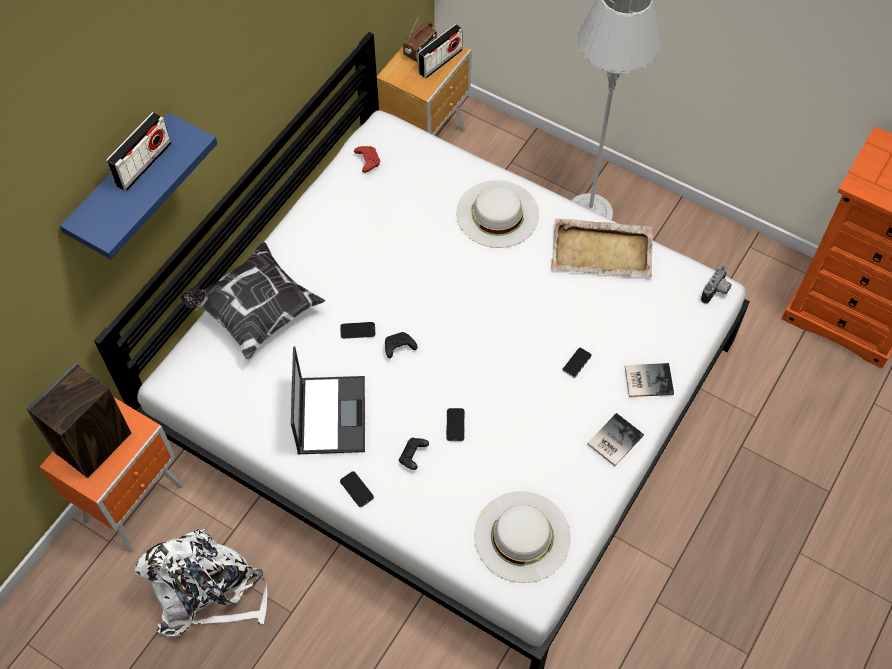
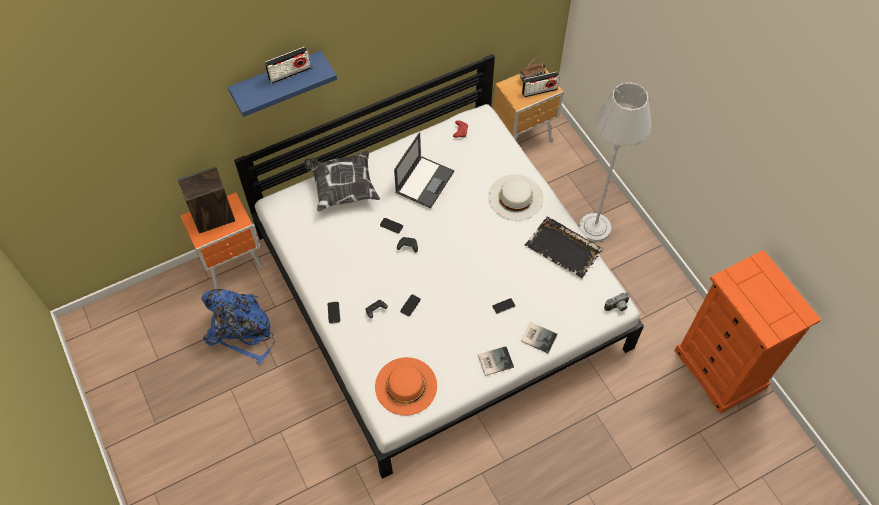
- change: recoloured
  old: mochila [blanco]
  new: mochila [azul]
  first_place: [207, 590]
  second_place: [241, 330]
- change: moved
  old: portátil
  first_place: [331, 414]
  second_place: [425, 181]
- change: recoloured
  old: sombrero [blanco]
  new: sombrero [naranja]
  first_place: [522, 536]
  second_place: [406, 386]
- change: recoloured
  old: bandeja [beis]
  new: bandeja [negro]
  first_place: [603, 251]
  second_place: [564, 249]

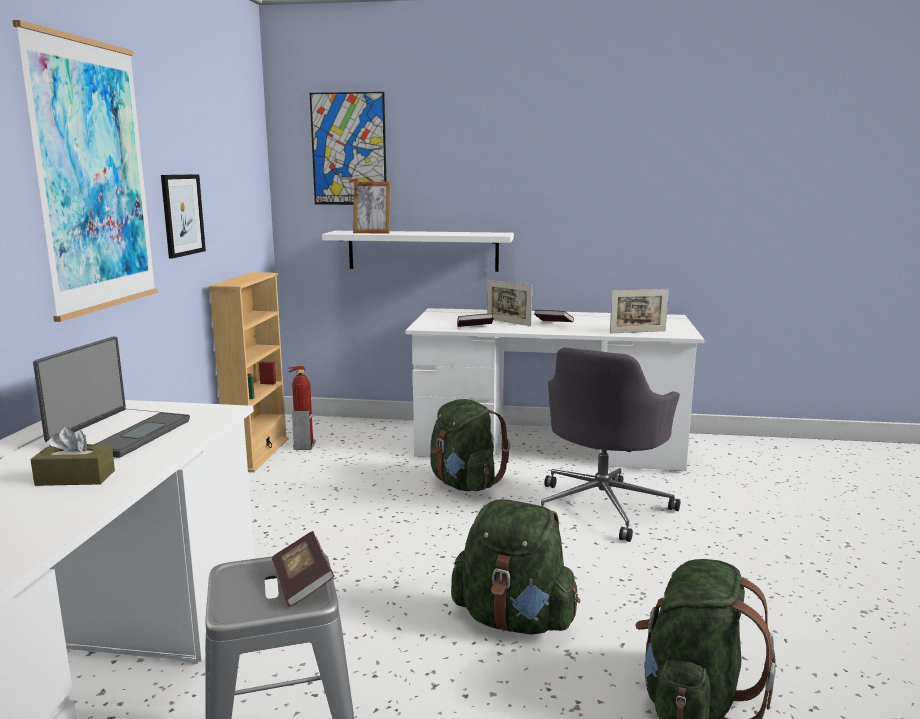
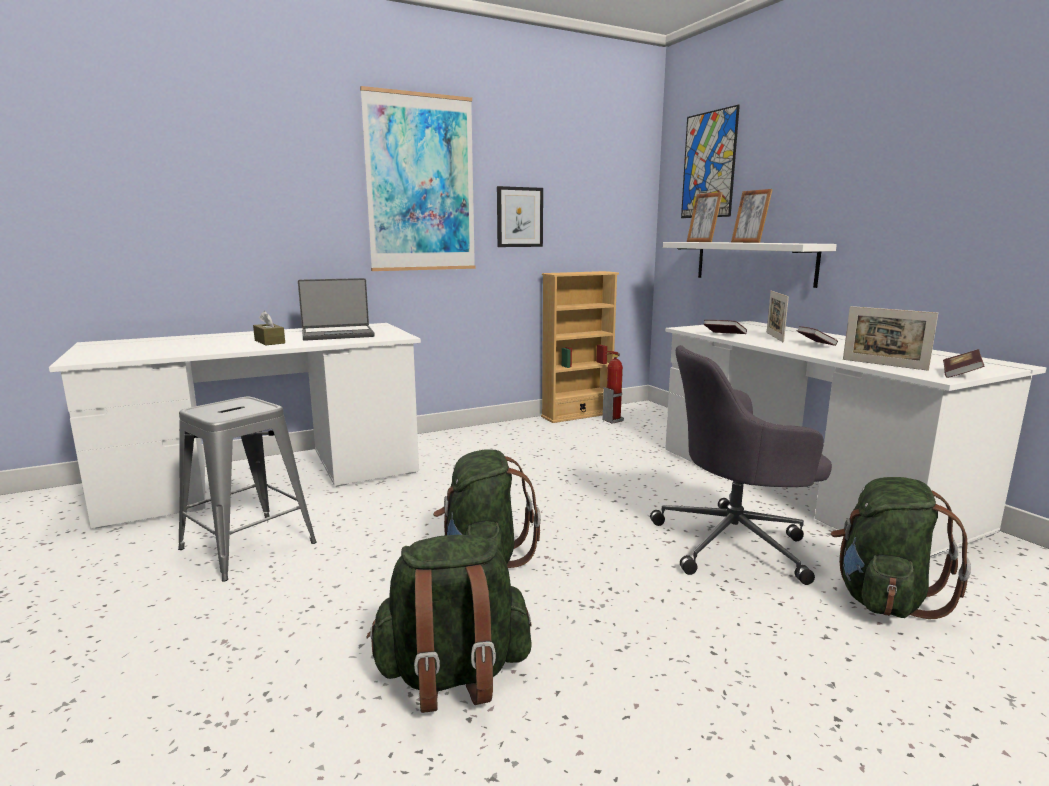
- change: moved
  old: libro
  first_place: [302, 583]
  second_place: [960, 374]
- change: moved
  old: mochila [verde]
  first_place: [464, 484]
  second_place: [882, 598]
- change: added
  new: portarretratos
  second_place: [748, 242]

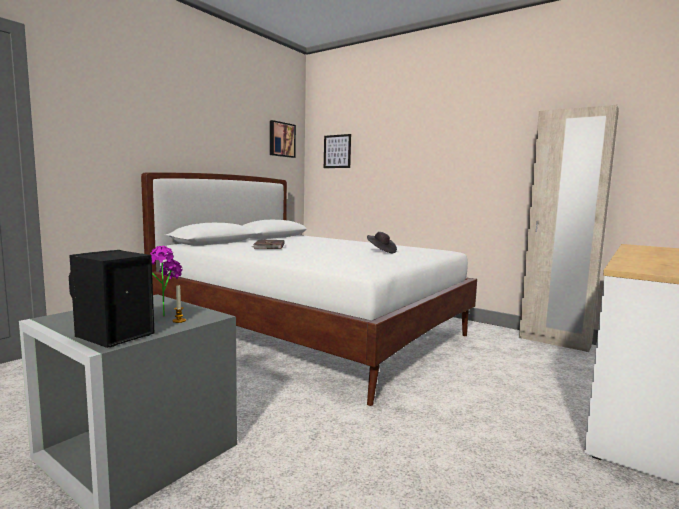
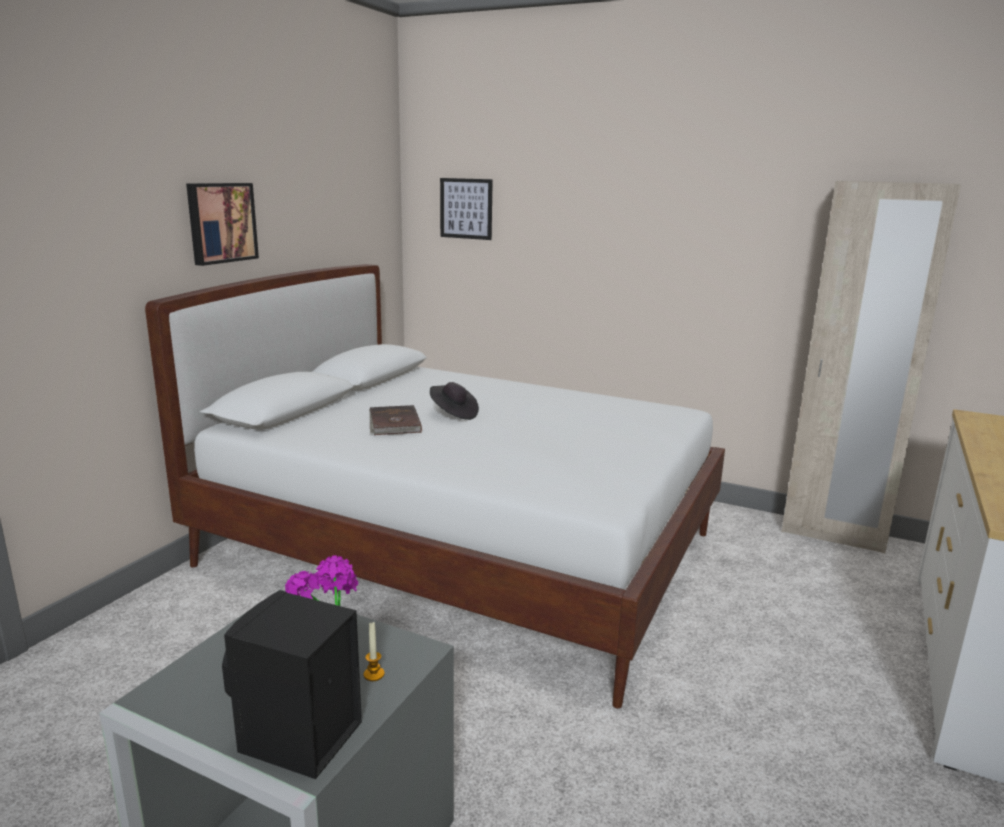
- change: moved
  old: cuadro
  first_place: [281, 139]
  second_place: [221, 222]
- change: moved
  old: sombrero [negro]
  first_place: [381, 251]
  second_place: [453, 414]

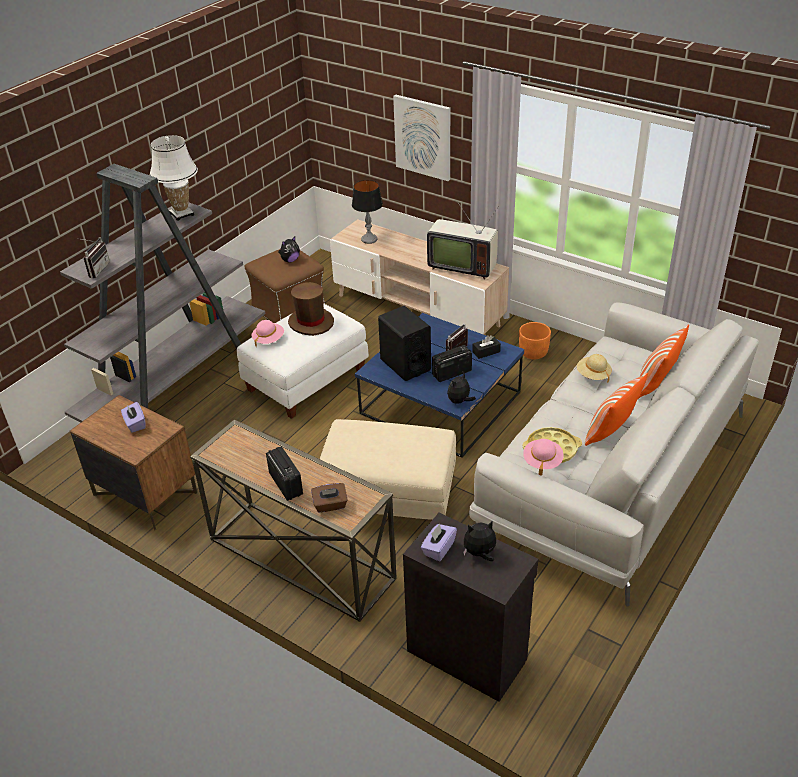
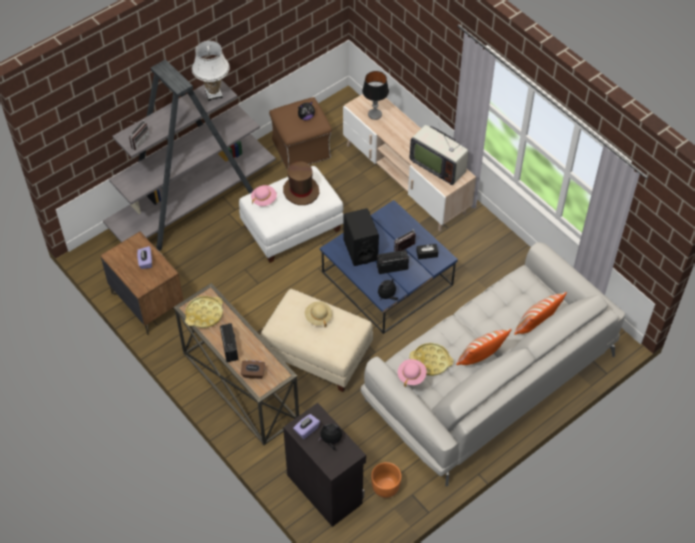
- change: removed
  old: cuadro
  first_place: [423, 137]
- change: moved
  old: maceta [naranja]
  first_place: [533, 353]
  second_place: [385, 487]
- change: moved
  old: sombrero [beis]
  first_place: [593, 375]
  second_place: [318, 317]
- change: added
  new: bandeja [amarillo]
  second_place: [204, 314]

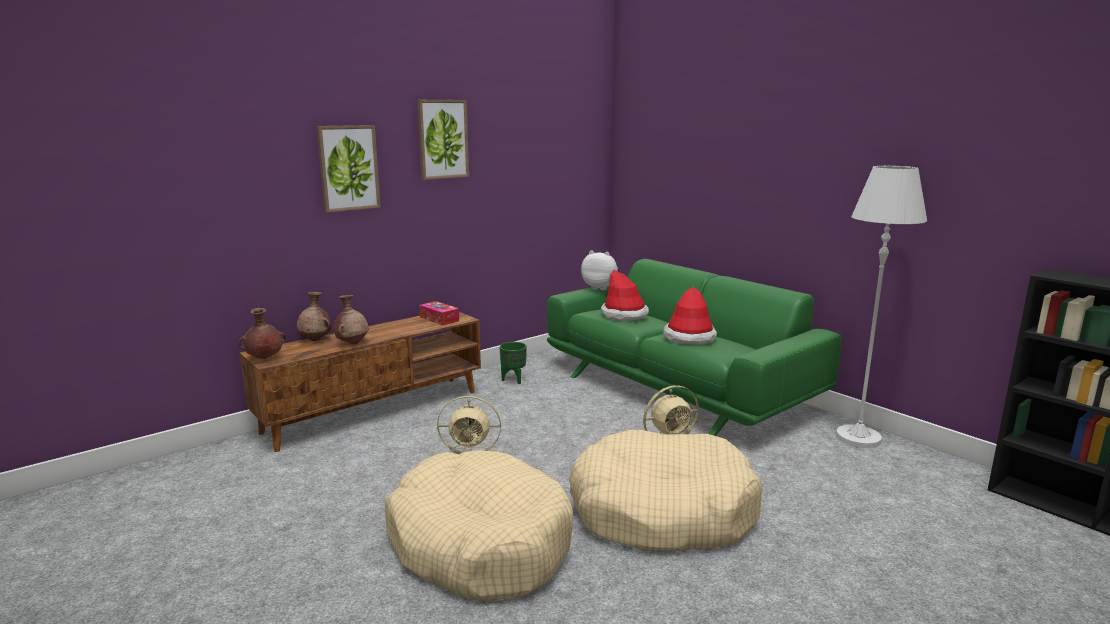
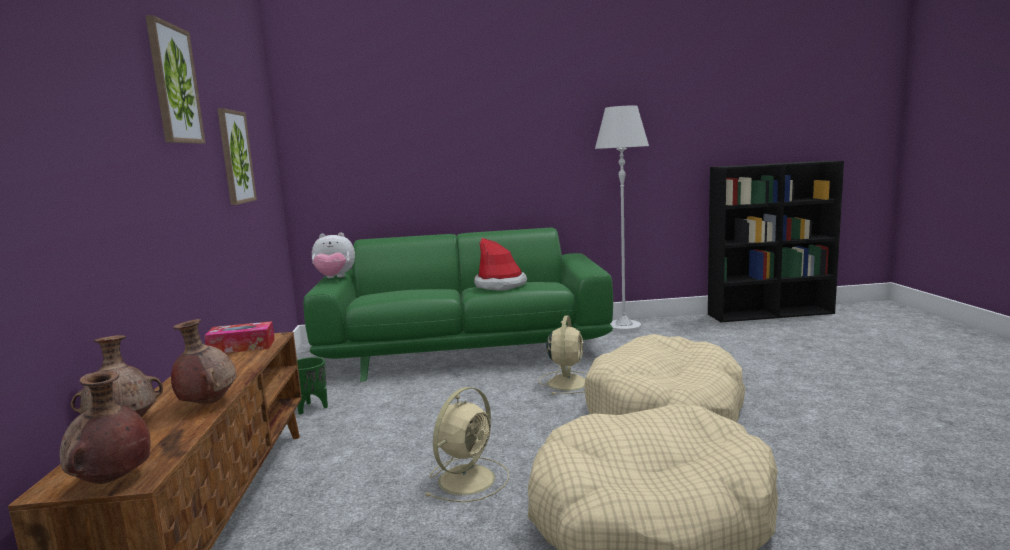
- change: moved
  old: cuadro
  first_place: [348, 168]
  second_place: [235, 157]
- change: turned
  old: peluche
  first_place: [600, 288]
  second_place: [334, 278]
  degrees: -150
- change: removed
  old: sombrero
  first_place: [624, 315]

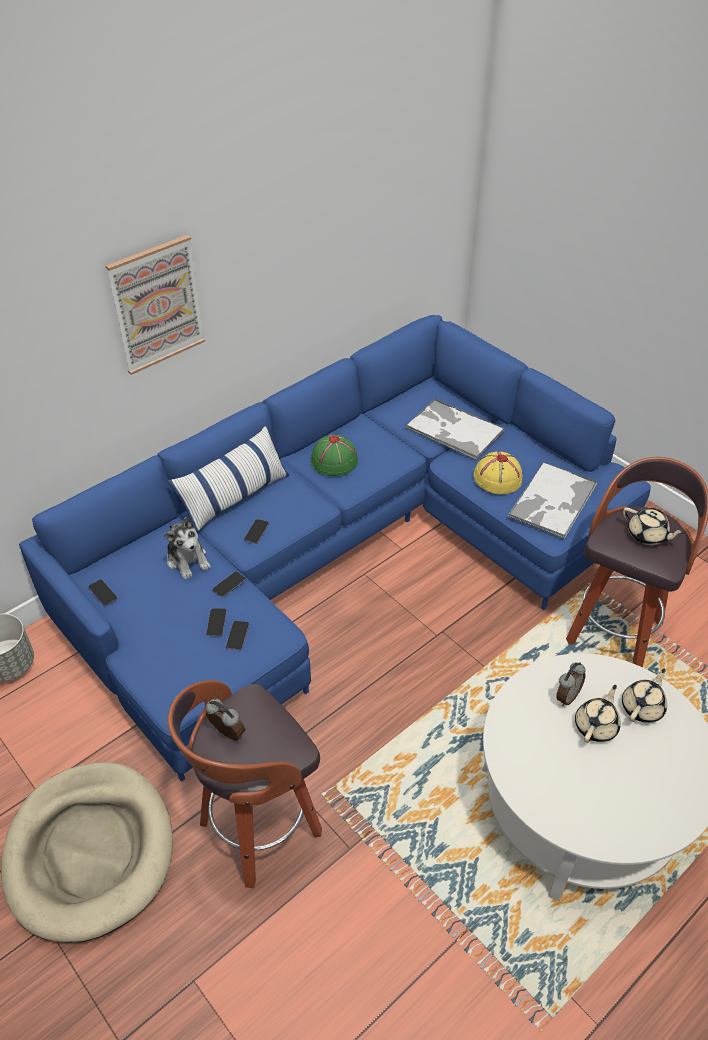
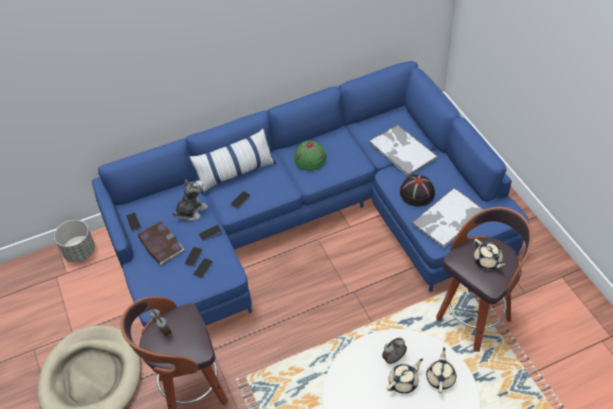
- change: removed
  old: cuadro
  first_place: [156, 304]
- change: turned
  old: peluche
  first_place: [188, 560]
  second_place: [191, 210]
  degrees: -120
- change: recoloured
  old: sombrero [amarillo]
  new: sombrero [negro]
  first_place: [497, 478]
  second_place: [416, 193]
- change: turned
  old: tetera [beis]
  first_place: [642, 707]
  second_place: [440, 377]
  degrees: -45
- change: added
  new: libro
  second_place: [160, 244]

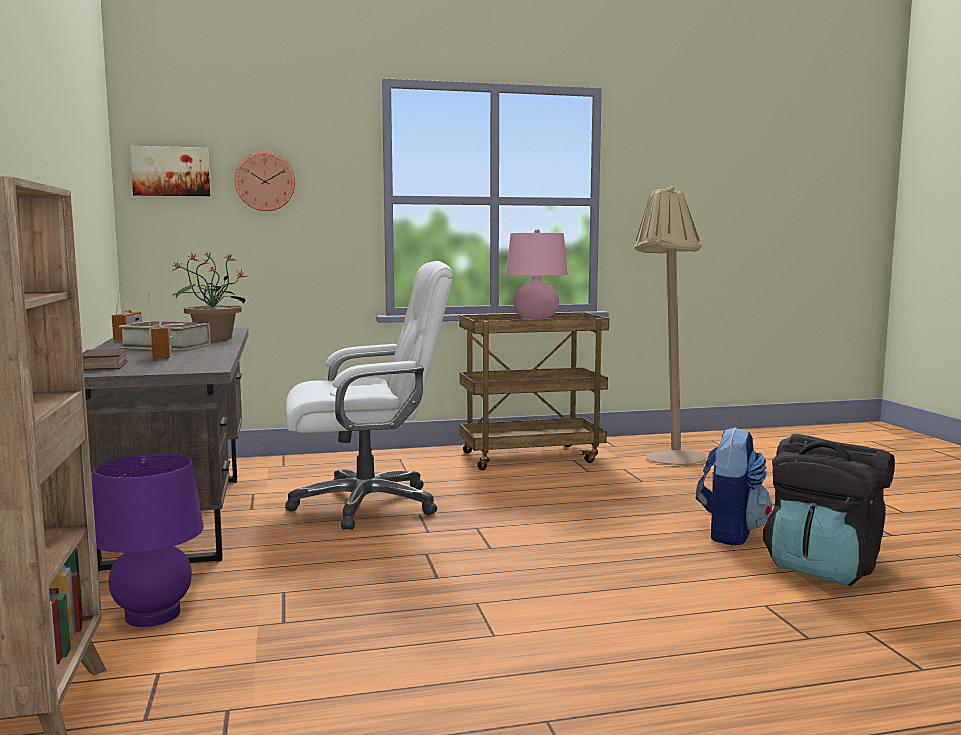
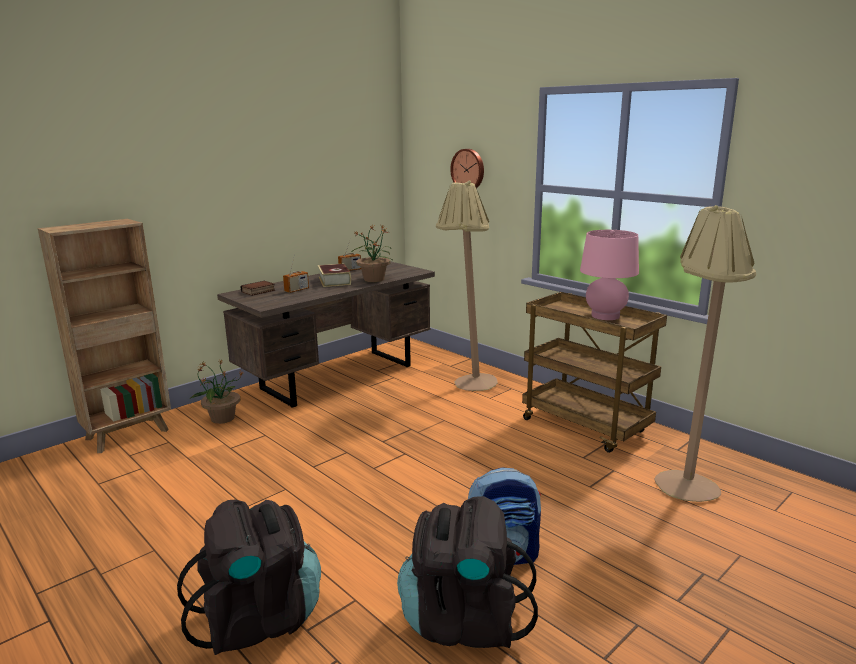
- change: replaced
  old: lámpara de mesa [morado]
  new: planta en maceta
  first_place: [153, 615]
  second_place: [222, 418]
- change: removed
  old: cuadro
  first_place: [171, 171]
- change: removed
  old: silla de oficina [blanco]
  first_place: [367, 504]
- change: added
  new: mochila [negro]
  second_place: [259, 618]
- change: added
  new: lámpara de pie [beis]
  second_place: [467, 380]

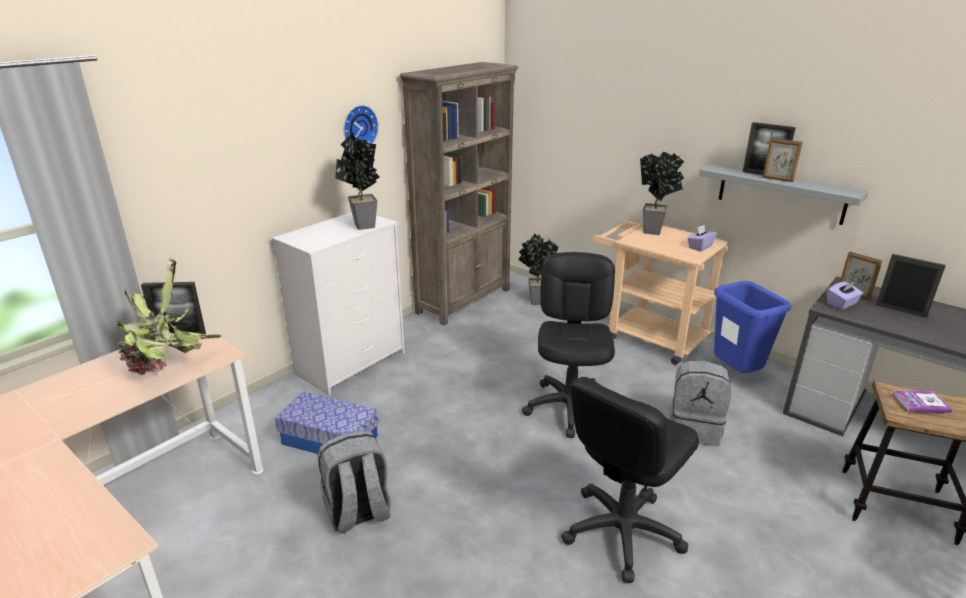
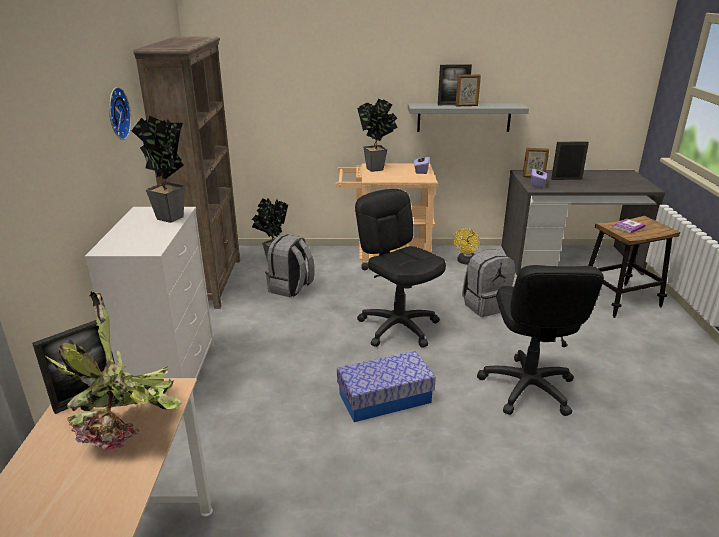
- change: moved
  old: caja de almacenaje
  first_place: [330, 440]
  second_place: [385, 398]
- change: moved
  old: mochila [gris]
  first_place: [358, 513]
  second_place: [291, 288]
- change: replaced
  old: papelera [azul]
  new: ventilador [amarillo]
  first_place: [735, 374]
  second_place: [466, 262]

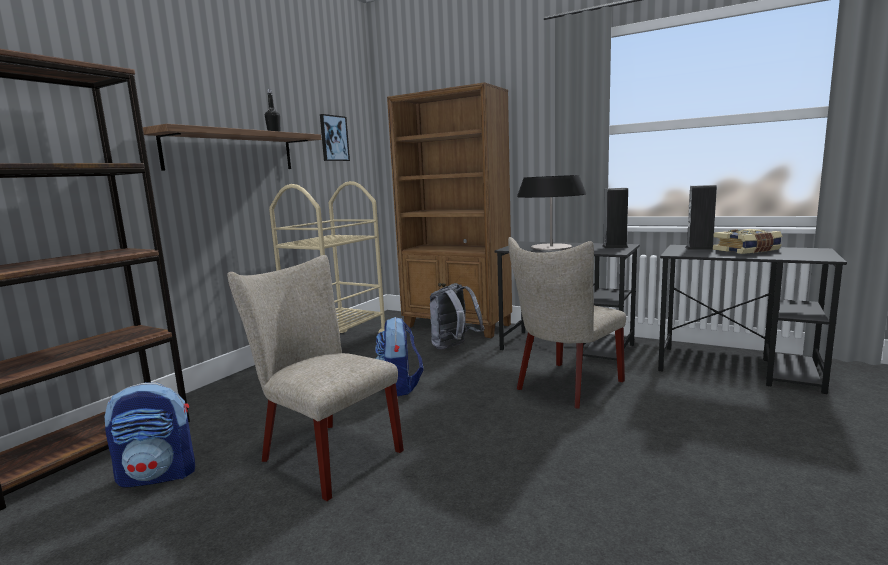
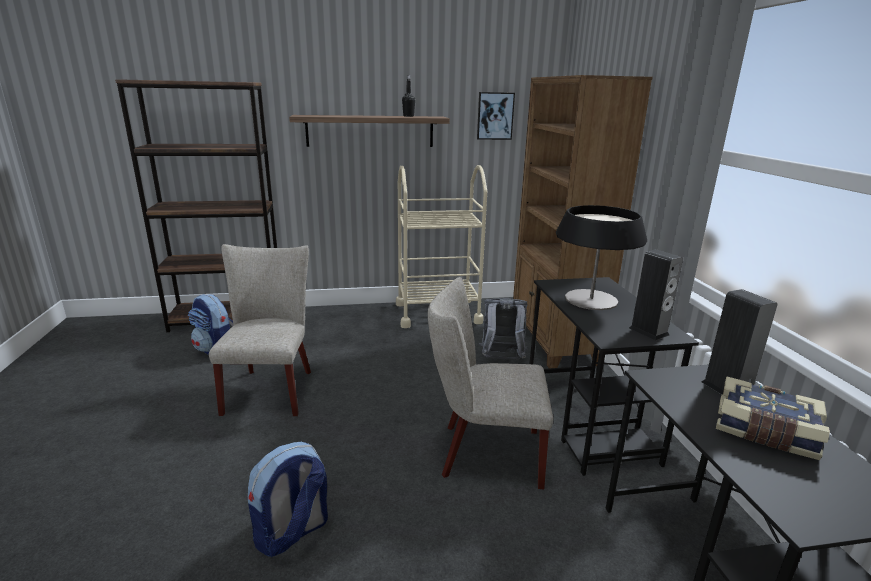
- change: moved
  old: mochila
  first_place: [400, 387]
  second_place: [292, 533]

